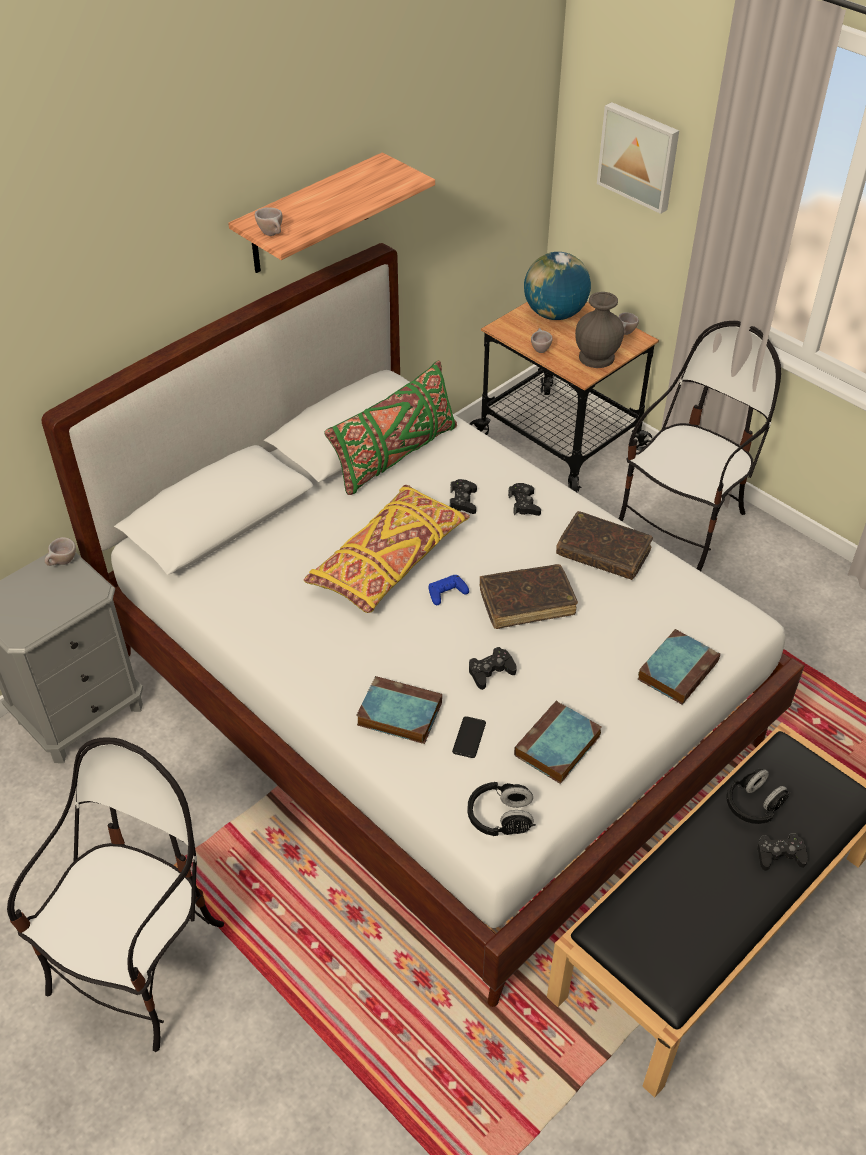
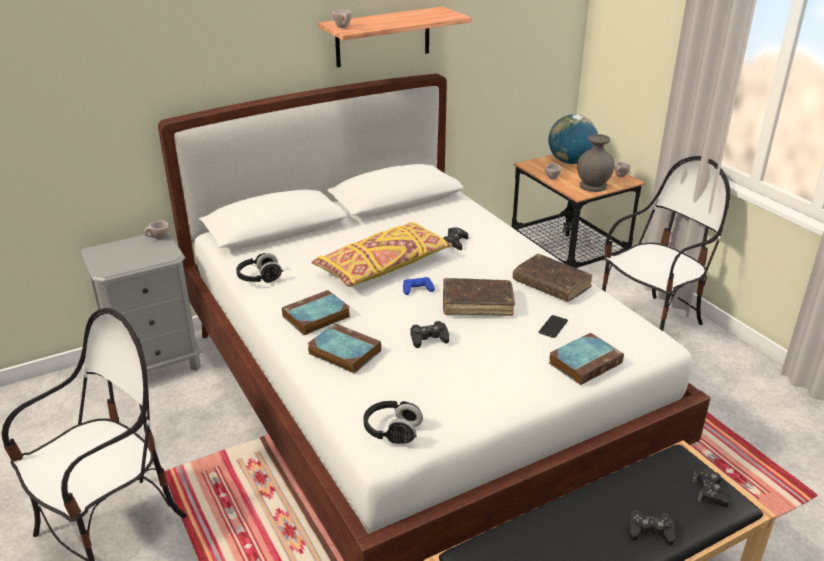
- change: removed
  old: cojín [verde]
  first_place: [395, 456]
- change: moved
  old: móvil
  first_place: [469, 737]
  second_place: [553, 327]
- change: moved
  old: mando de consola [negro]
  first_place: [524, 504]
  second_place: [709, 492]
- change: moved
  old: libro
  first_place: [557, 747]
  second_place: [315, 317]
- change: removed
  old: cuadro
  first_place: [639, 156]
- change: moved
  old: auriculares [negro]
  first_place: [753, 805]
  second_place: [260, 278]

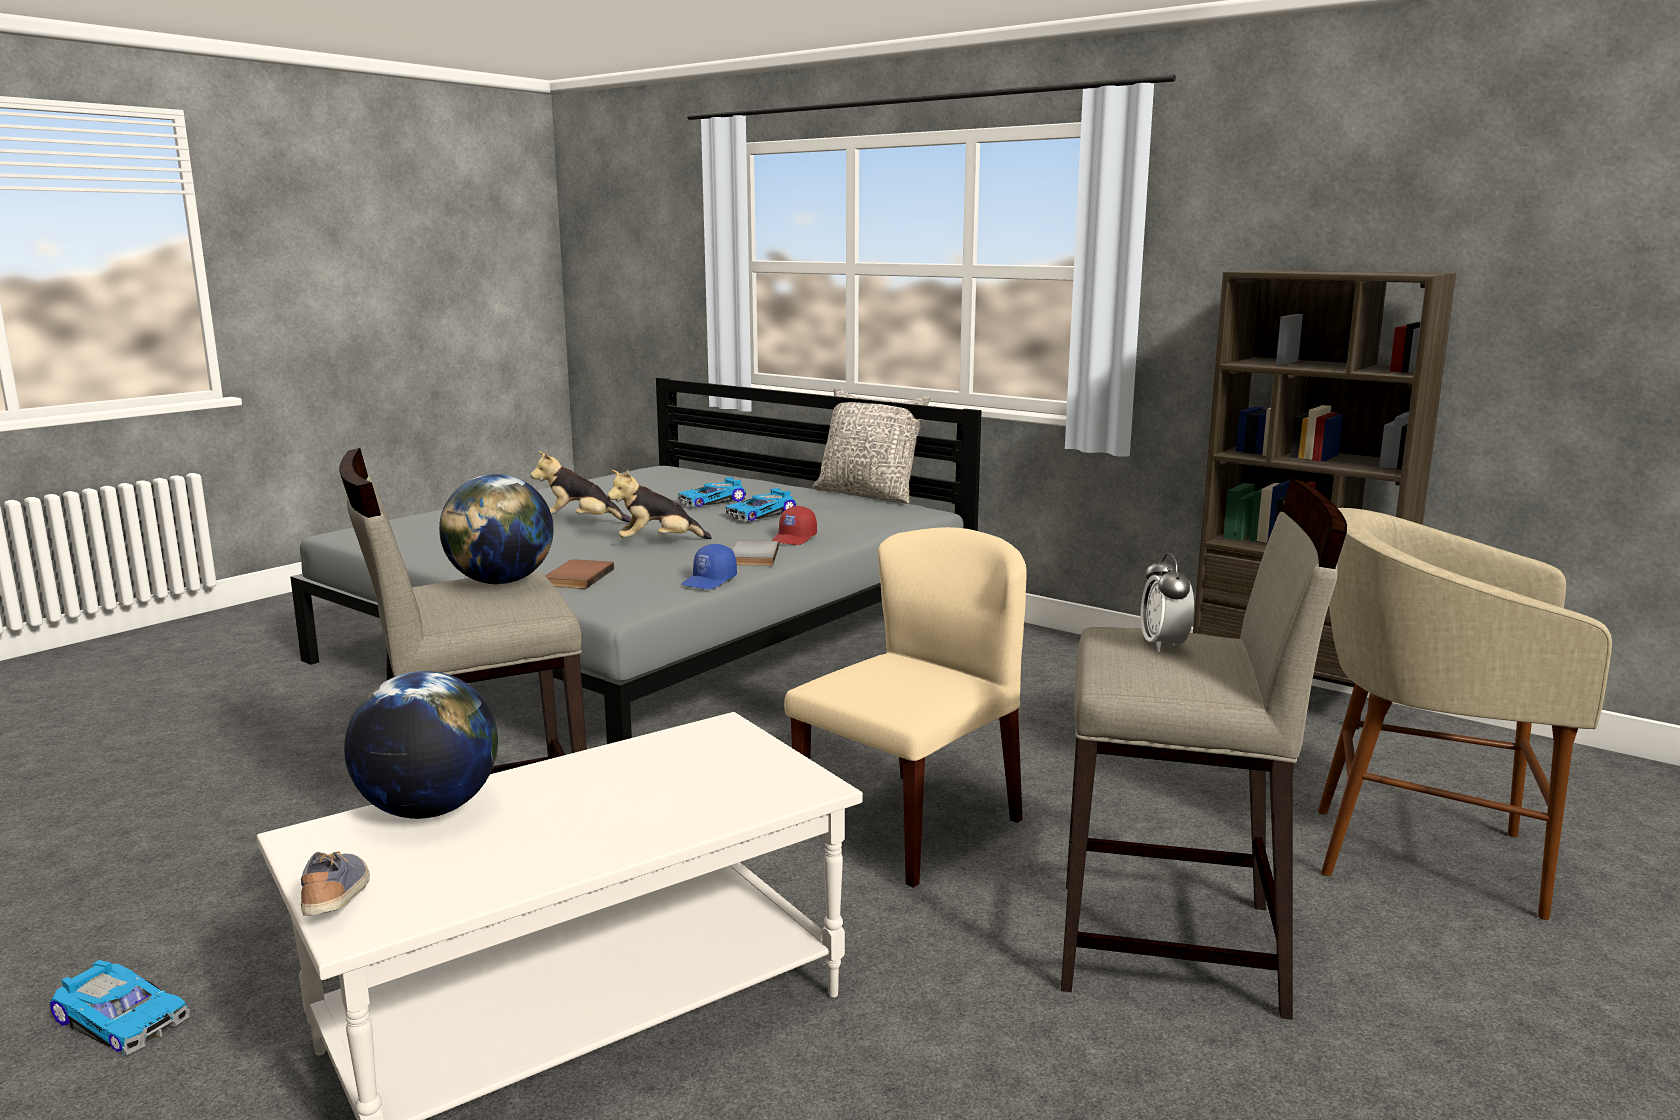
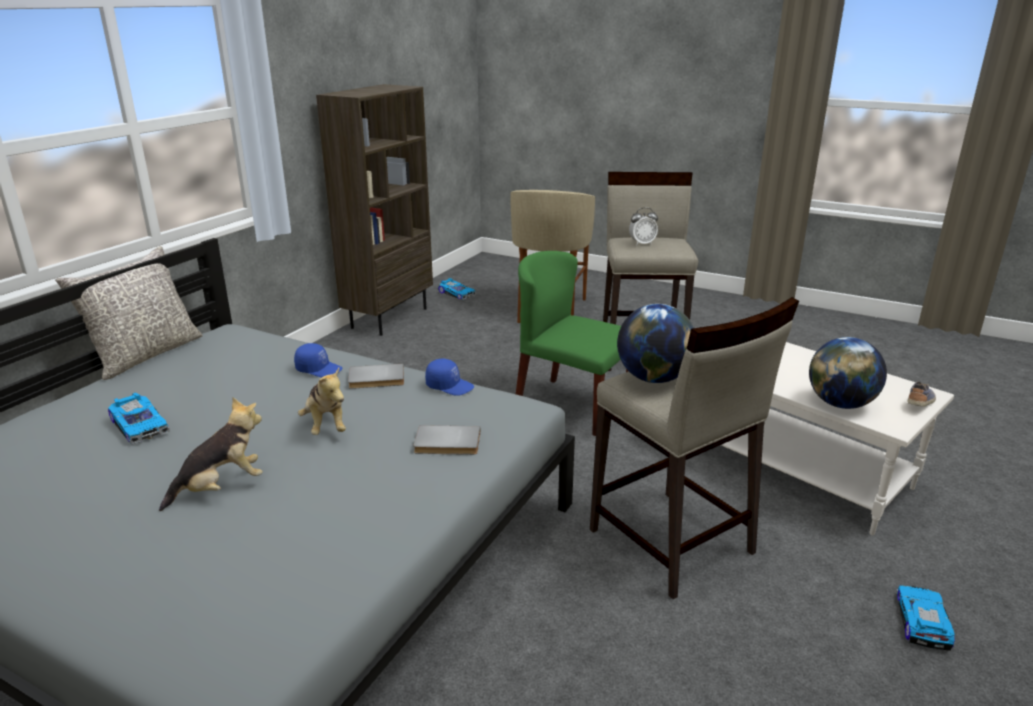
- change: turned
  old: zapato
  first_place: [338, 898]
  second_place: [920, 403]
  degrees: 150
- change: turned
  old: peluche
  first_place: [581, 522]
  second_place: [221, 487]
  degrees: -120
- change: recoloured
  old: libro [marrón]
  new: libro [gris]
  first_place: [576, 577]
  second_place: [447, 444]
- change: moved
  old: coche de juguete
  first_place: [761, 514]
  second_place: [457, 293]
- change: recoloured
  old: gorra [rojo]
  new: gorra [azul]
  first_place: [794, 539]
  second_place: [319, 369]
- change: recoloured
  old: silla [beis]
  new: silla [verde]
  first_place: [910, 826]
  second_place: [571, 406]

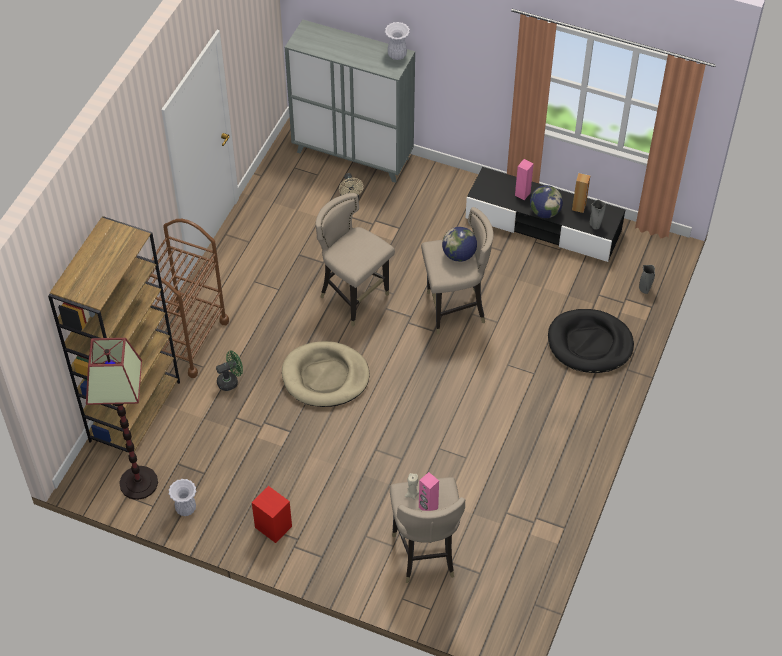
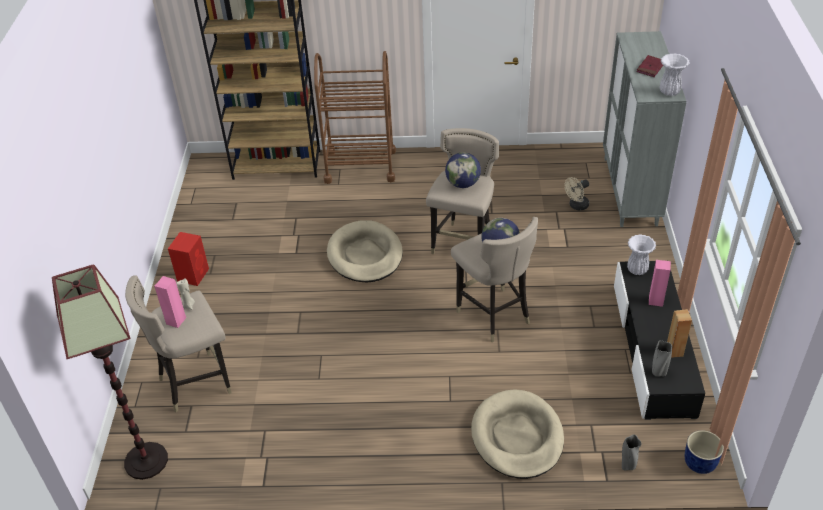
- change: moved
  old: lámpara de pie
  first_place: [138, 483]
  second_place: [145, 461]
- change: moved
  old: florero [blanco]
  first_place: [186, 509]
  second_place: [637, 270]
- change: removed
  old: ventilador [verde]
  first_place: [230, 381]
- change: moved
  old: globo terráqueo
  first_place: [545, 212]
  second_place: [463, 184]
- change: recoloured
  old: cama para perro [negro]
  new: cama para perro [beis]
  first_place: [589, 344]
  second_place: [517, 437]
- change: added
  new: libro [rojo]
  second_place: [650, 68]
- change: added
  new: maceta [azul]
  second_place: [699, 462]

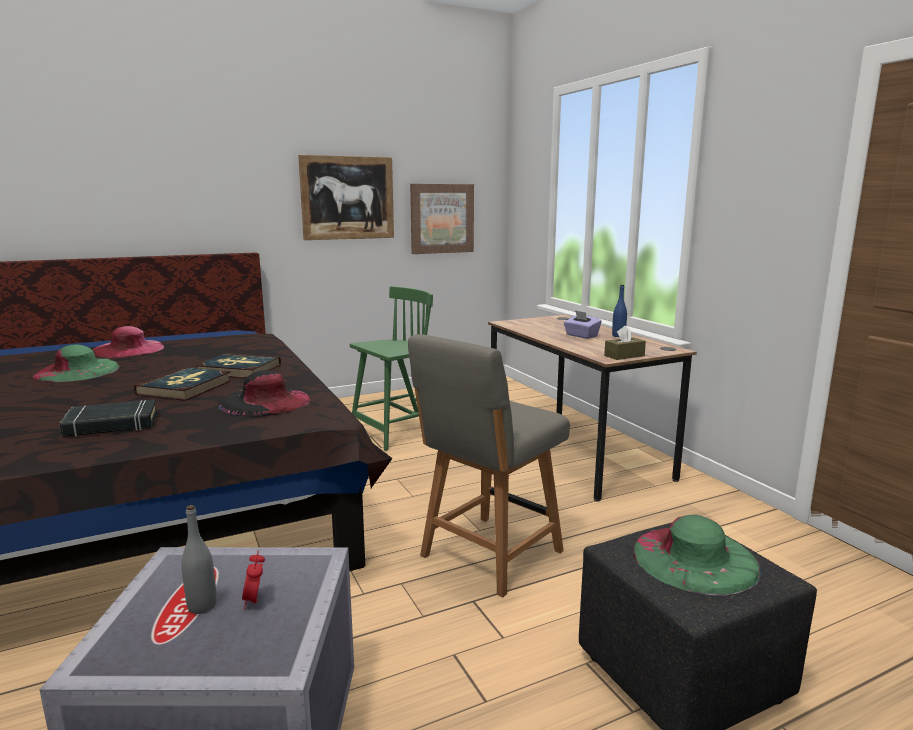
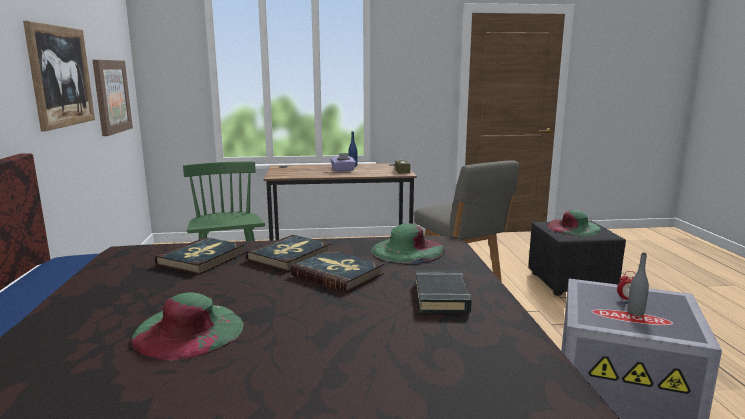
- change: removed
  old: sombrero [rosa]
  first_place: [128, 349]
- change: recoloured
  old: sombrero [negro]
  new: sombrero [verde]
  first_place: [265, 402]
  second_place: [408, 250]
- change: added
  new: libro
  second_place: [202, 259]

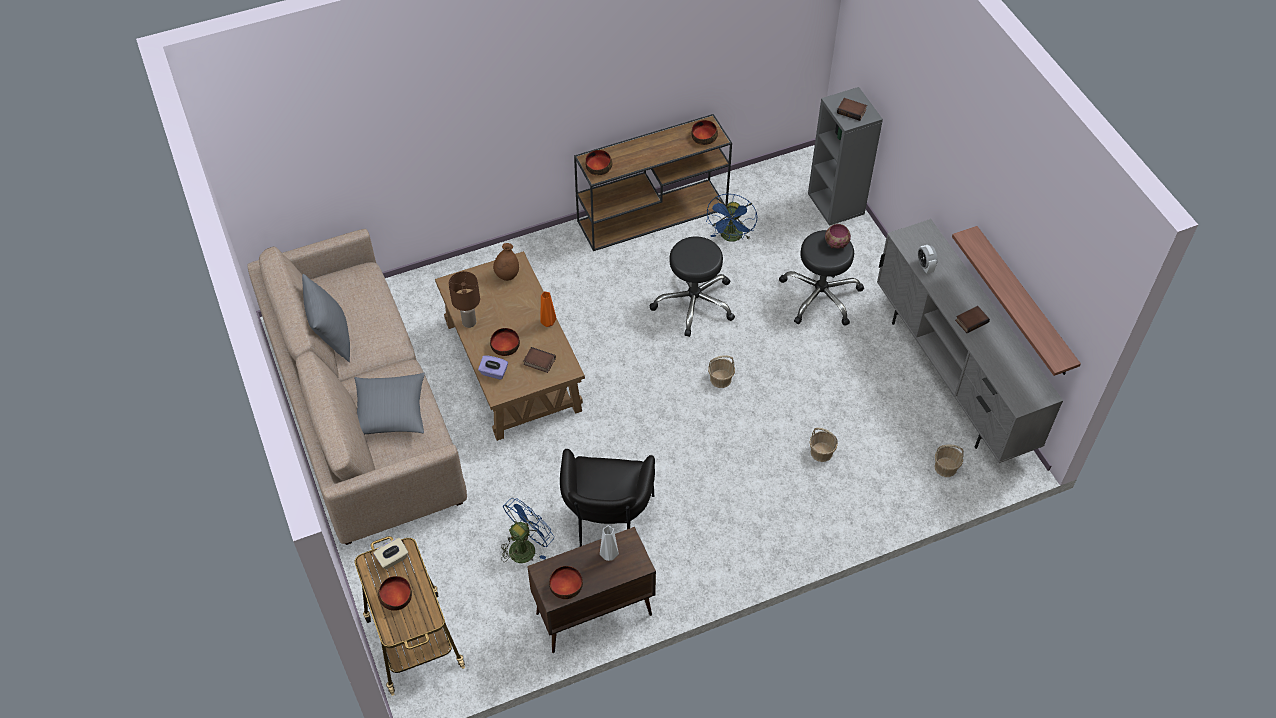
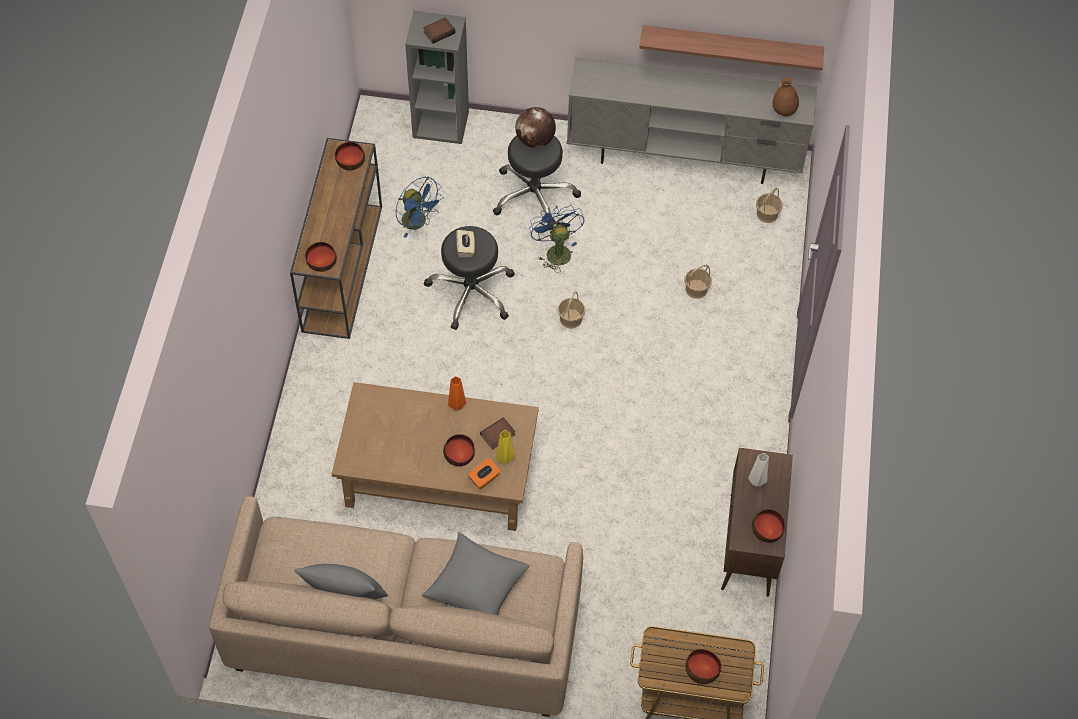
- change: moved
  old: caja de pañuelos [beis]
  first_place: [392, 559]
  second_place: [465, 248]
- change: removed
  old: lámpara de mesa [marrón]
  first_place: [469, 322]
- change: recoloured
  old: caja de pañuelos [morado]
  new: caja de pañuelos [naranja]
  first_place: [494, 372]
  second_place: [484, 478]
- change: moved
  old: florero [marrón]
  first_place: [507, 275]
  second_place: [783, 111]
- change: moved
  old: ventilador [azul]
  first_place: [525, 546]
  second_place: [555, 251]
- change: removed
  old: sillón [negro]
  first_place: [607, 524]
- change: replaced
  old: cuenco
  new: globo terráqueo
  first_place: [836, 244]
  second_place: [535, 140]
- change: removed
  old: despertador
  first_place: [925, 266]
- change: removed
  old: libro
  first_place: [971, 321]
- change: added
  new: florero [amarillo]
  second_place: [504, 459]

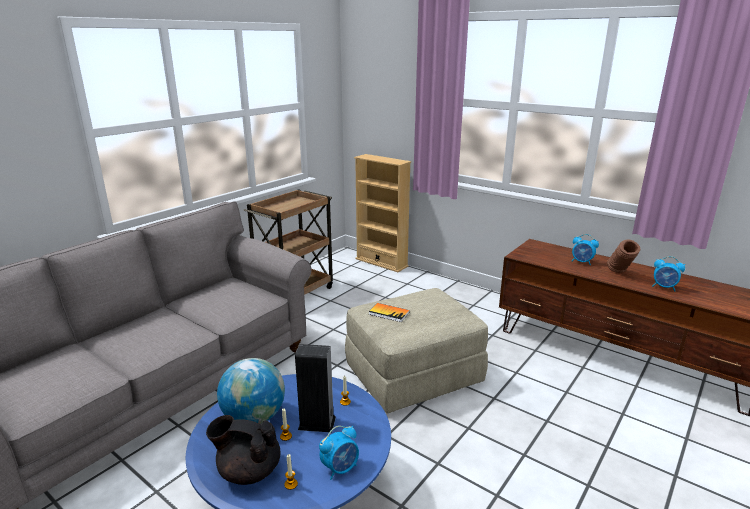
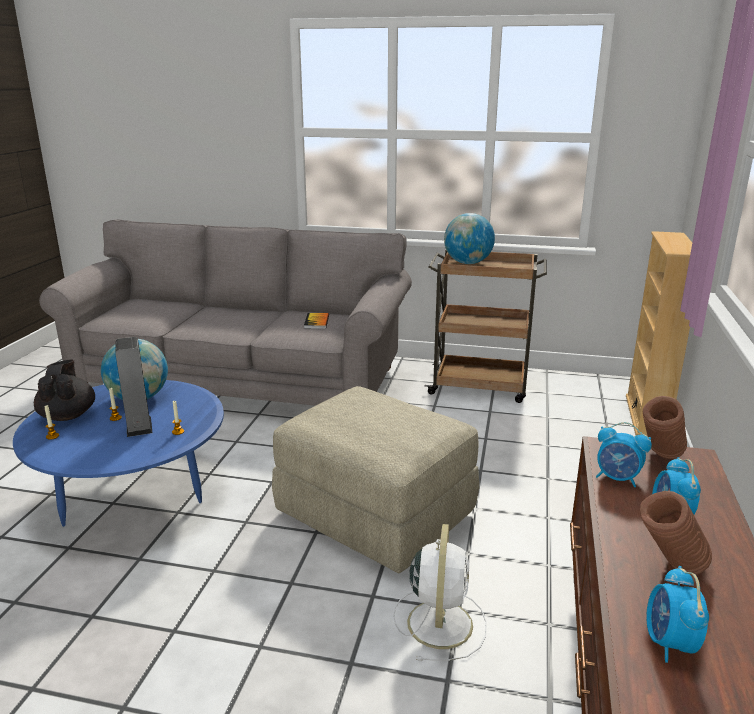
- change: moved
  old: despertador
  first_place: [340, 468]
  second_place: [617, 479]
- change: moved
  old: libro
  first_place: [389, 313]
  second_place: [316, 322]
- change: added
  new: ventilador [blanco]
  second_place: [440, 621]
- change: added
  new: globo terráqueo
  second_place: [467, 263]
- change: added
  new: florero [marrón]
  second_place: [659, 459]

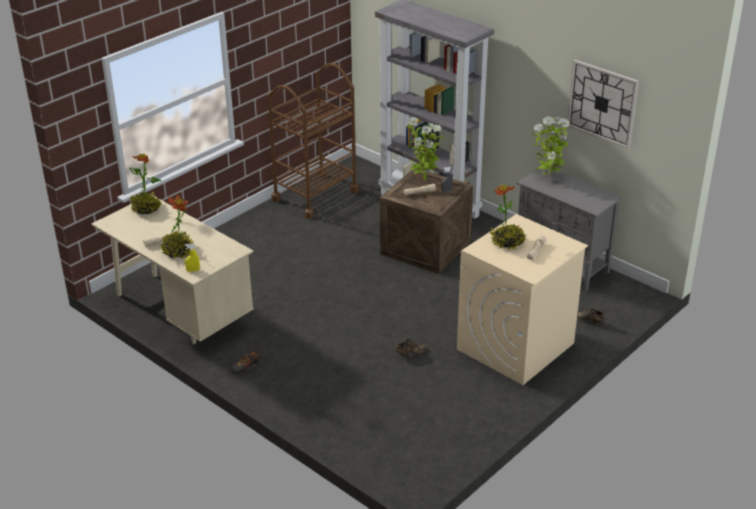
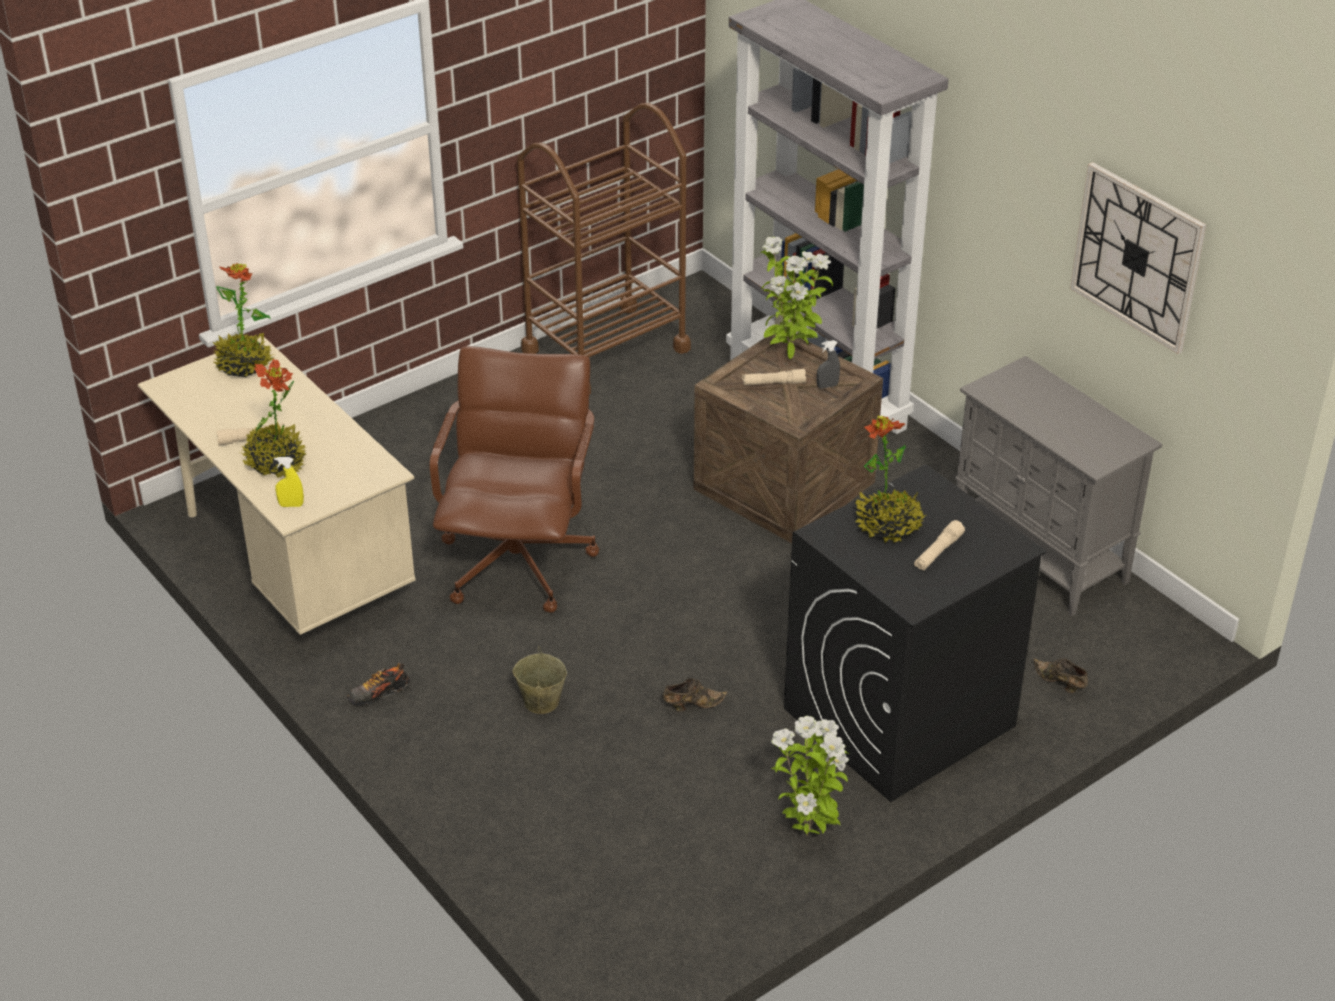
- change: recoloured
  old: lavadora [beis]
  new: lavadora [negro]
  first_place: [515, 346]
  second_place: [898, 718]
- change: moved
  old: planta en maceta
  first_place: [548, 178]
  second_place: [808, 834]
- change: added
  new: silla de oficina [marrón]
  second_place: [518, 563]
- change: added
  new: cubo [beis]
  second_place: [540, 701]

